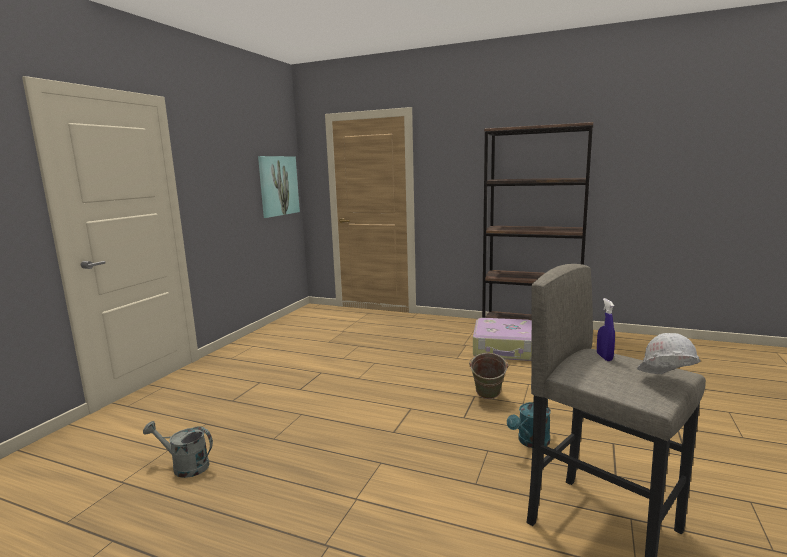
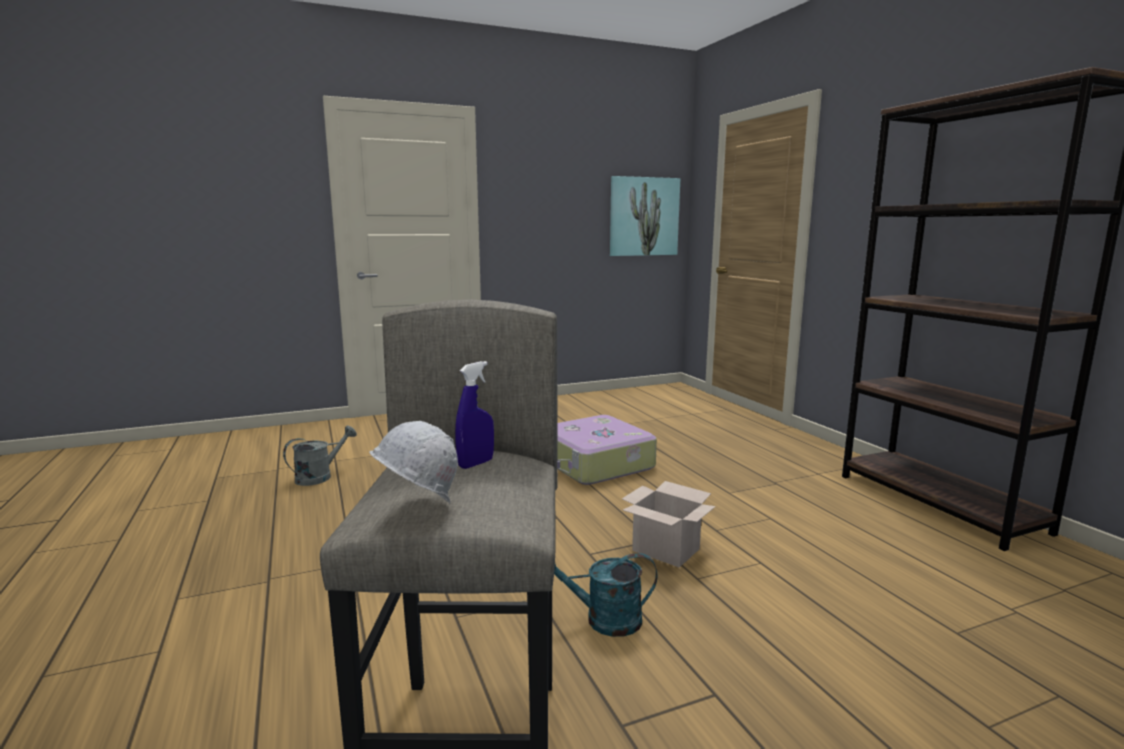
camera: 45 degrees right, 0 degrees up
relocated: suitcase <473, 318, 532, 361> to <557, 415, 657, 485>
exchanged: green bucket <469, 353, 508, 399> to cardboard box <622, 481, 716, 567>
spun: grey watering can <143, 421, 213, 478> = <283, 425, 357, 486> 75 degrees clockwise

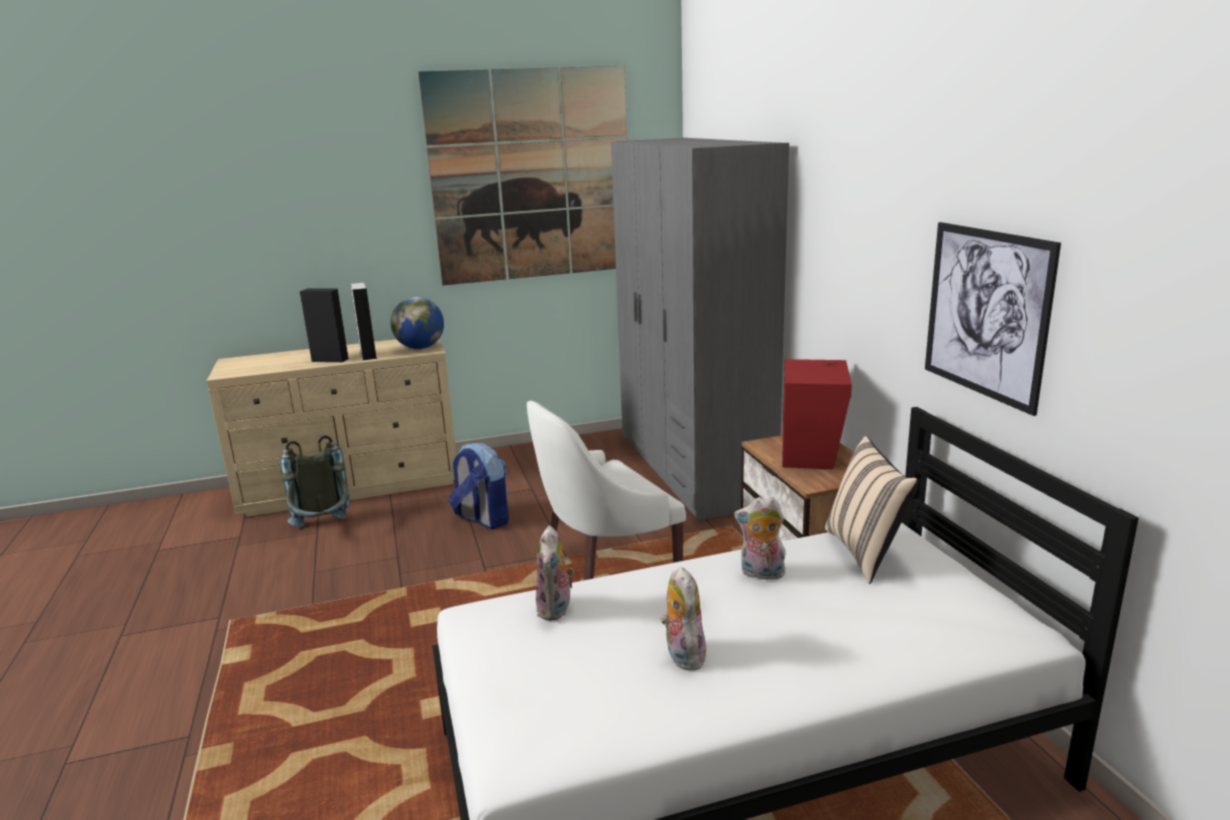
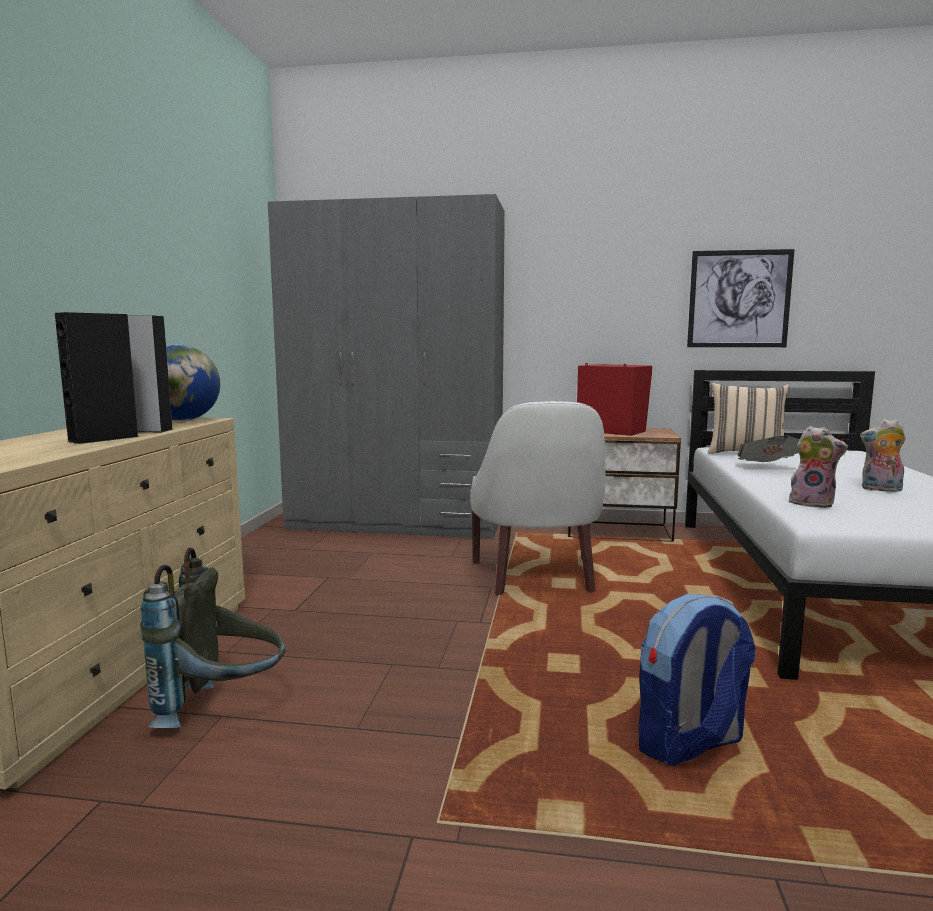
camera: 65 degrees left, 10 degrees down
missing: picture <418, 66, 627, 286>
relocated: backpack <449, 443, 509, 529> to <638, 594, 756, 766>
exchanged: plush toy <734, 497, 786, 580> to newspaper <738, 436, 800, 462>

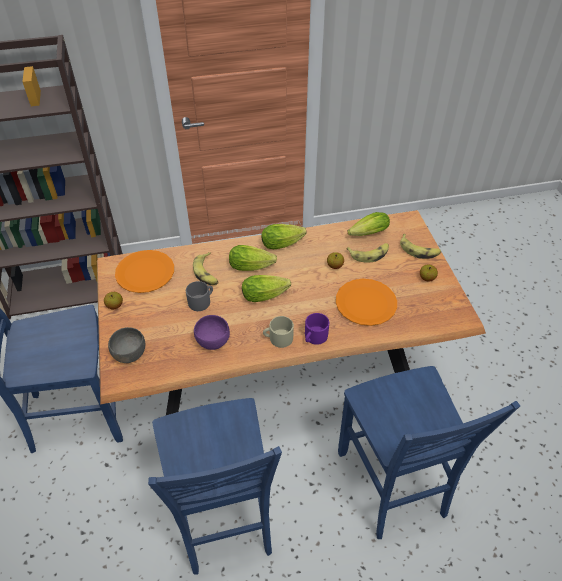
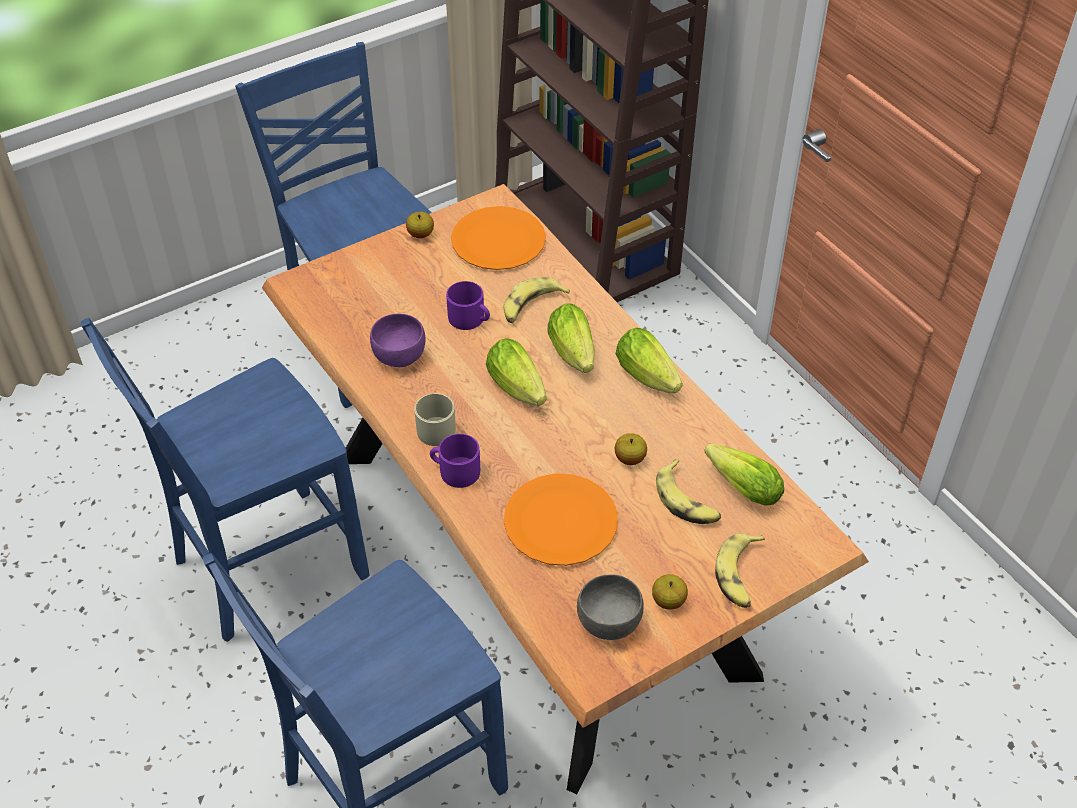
camera: 70 degrees right, 0 degrees up
relocated: grey bowl <108, 327, 146, 363> to <577, 574, 644, 640>
colour: grey mug <186, 281, 213, 311> to purple mug <446, 281, 490, 330>

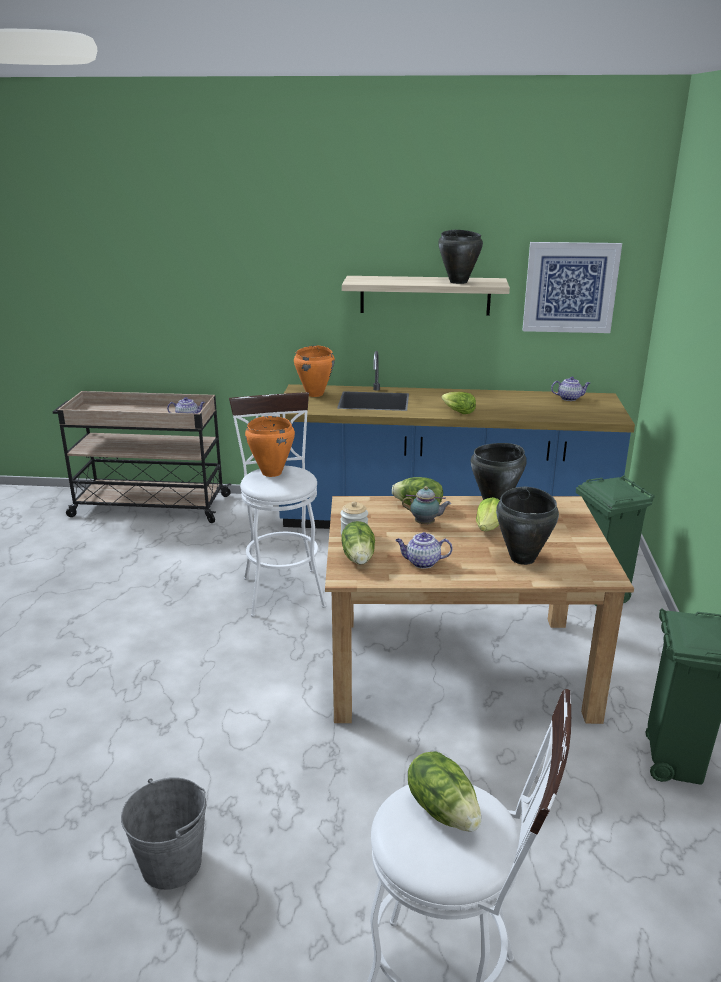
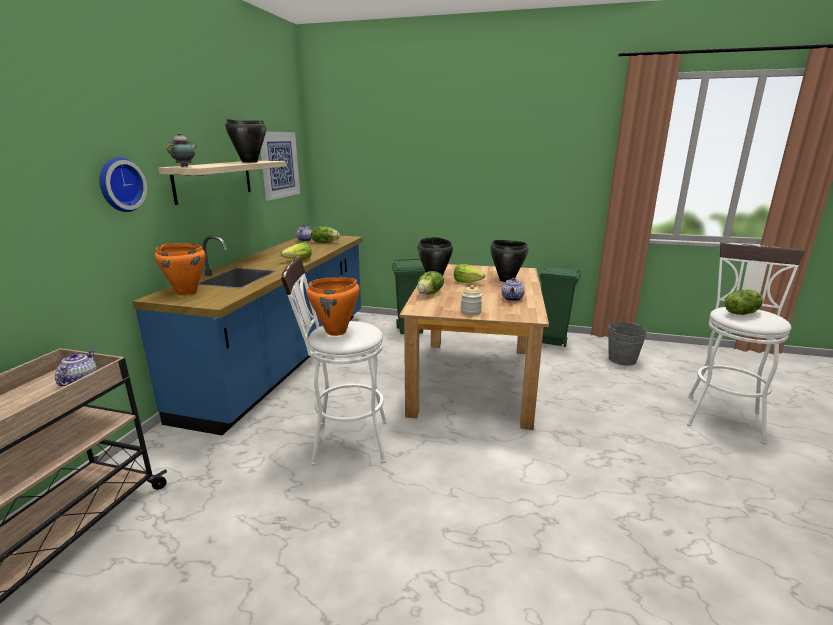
camera: 80 degrees left, 5 degrees down
appeared: wall clock <100, 157, 147, 212>
relocated: grey bucket <121, 777, 206, 890> to <608, 322, 647, 366>; lettuce <341, 521, 375, 565> to <311, 226, 340, 243>; teapot <402, 486, 451, 524> to <167, 133, 197, 167>

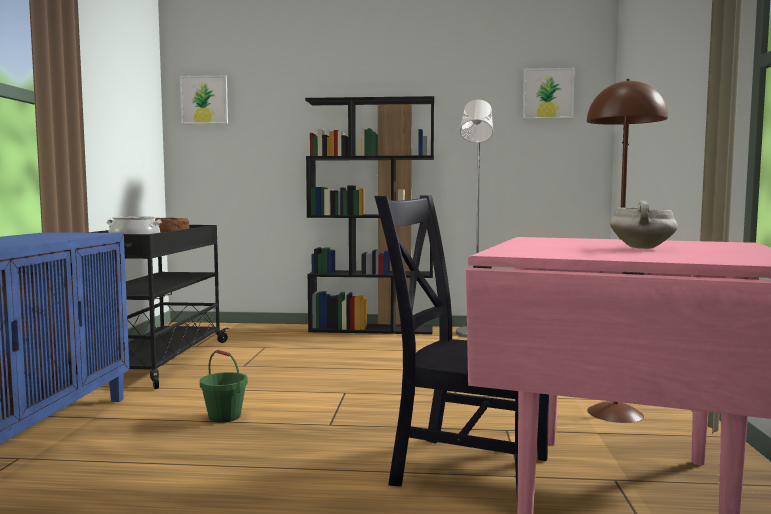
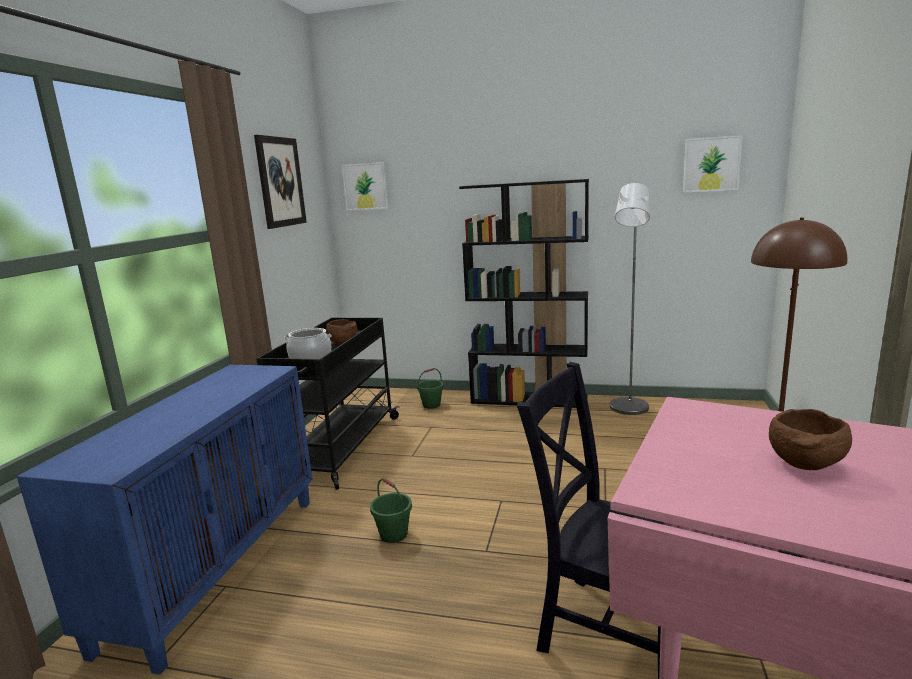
camera: 10 degrees right, 10 degrees up
appeared: picture <254, 135, 307, 229>; green bucket <417, 368, 444, 409>
exchanged: white cooking pot <610, 201, 678, 249> to brown bowl <769, 409, 852, 470>

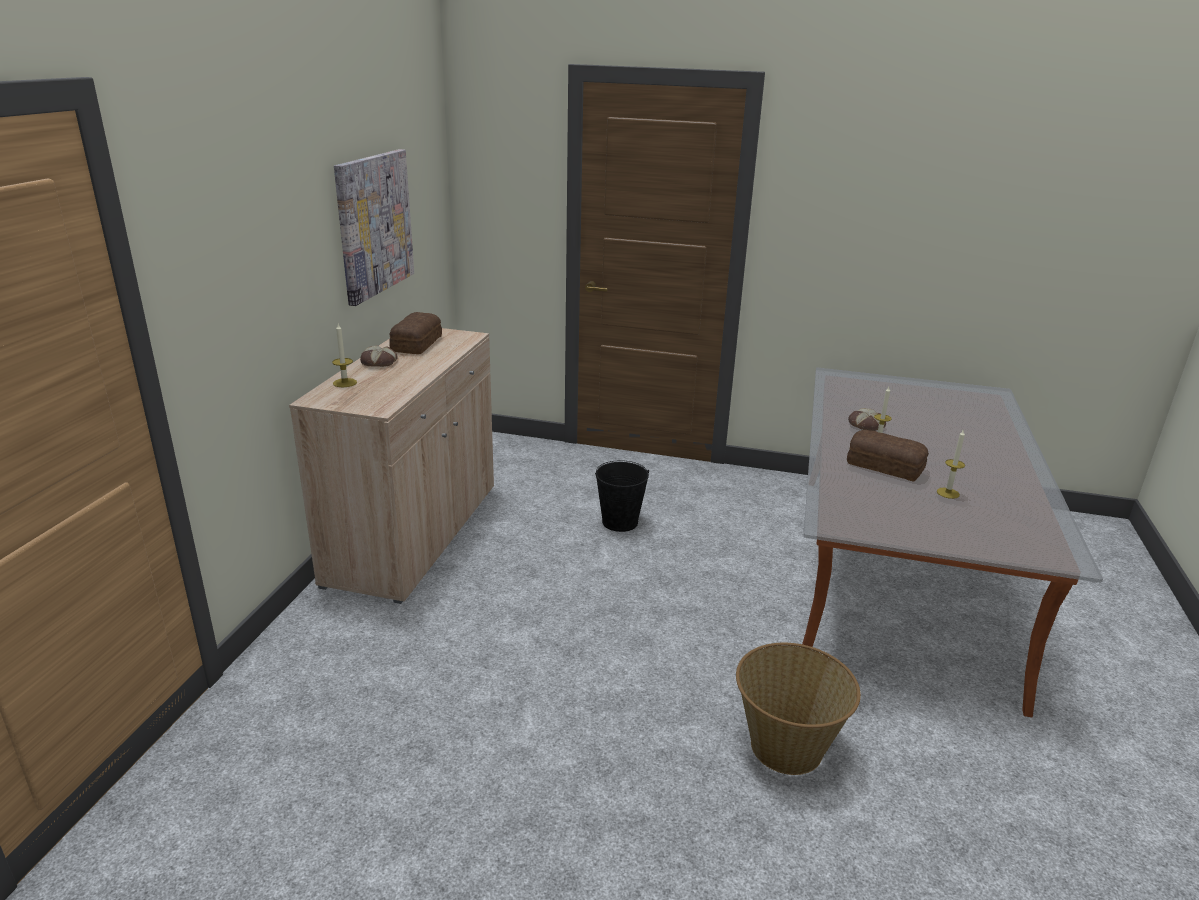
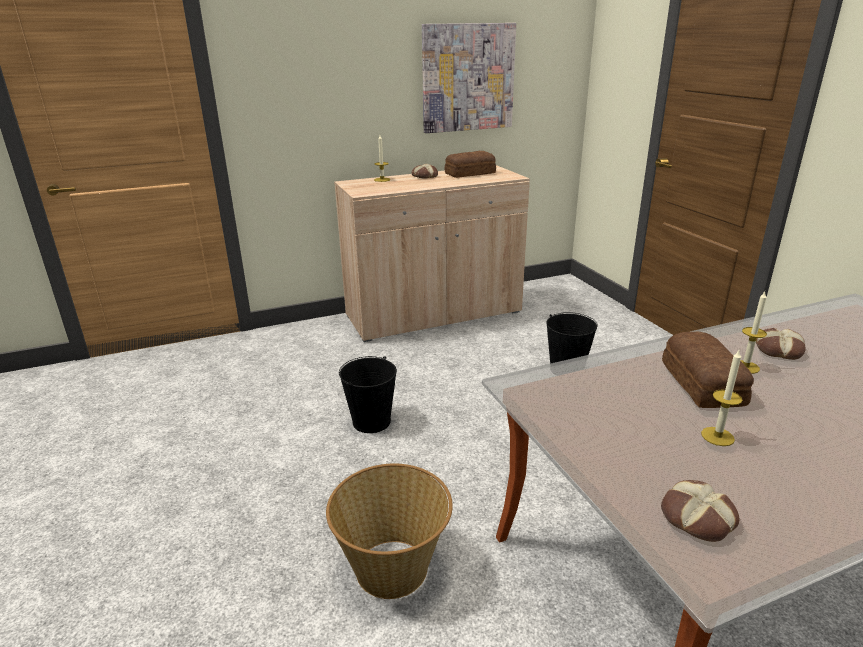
camera: 55 degrees right, 0 degrees up
appeared: black bucket <339, 356, 397, 433>; bread <661, 480, 739, 542>

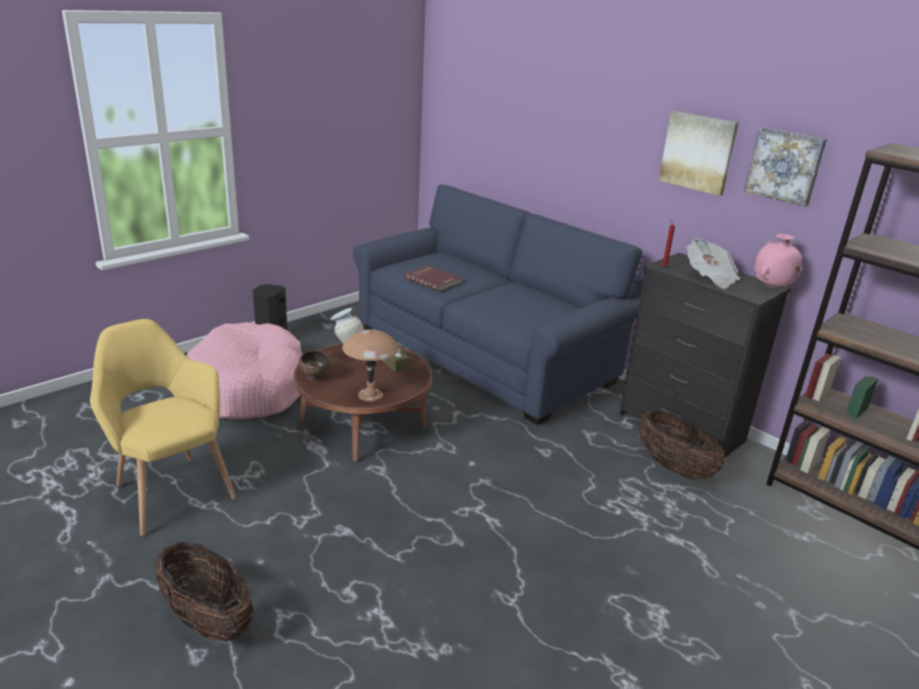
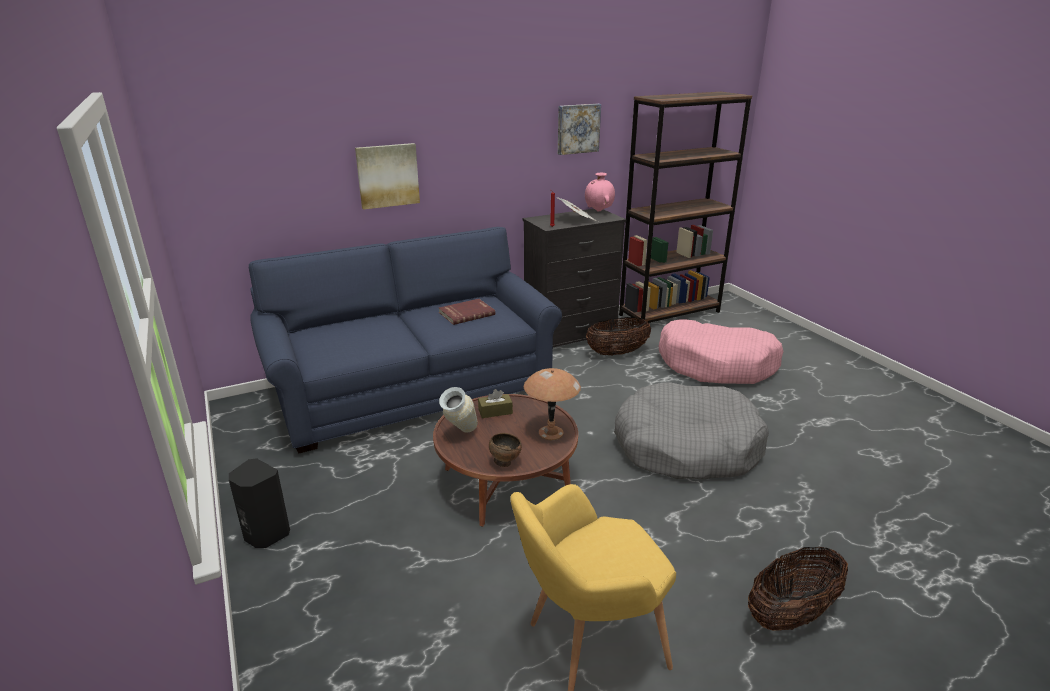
camera: 70 degrees left, 0 degrees up
appeared: grey dog bed <614, 383, 769, 480>
relocated: pink dog bed <187, 322, 302, 419> to <658, 319, 783, 384>; red book <404, 265, 462, 292> to <439, 299, 495, 325>; picture <659, 111, 739, 196> to <355, 143, 420, 210>

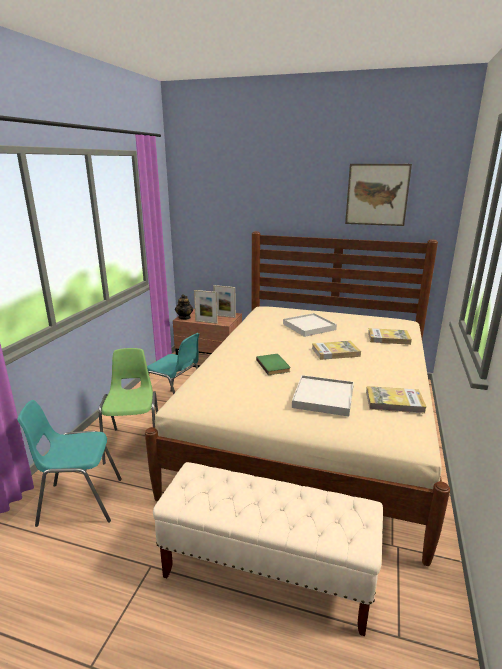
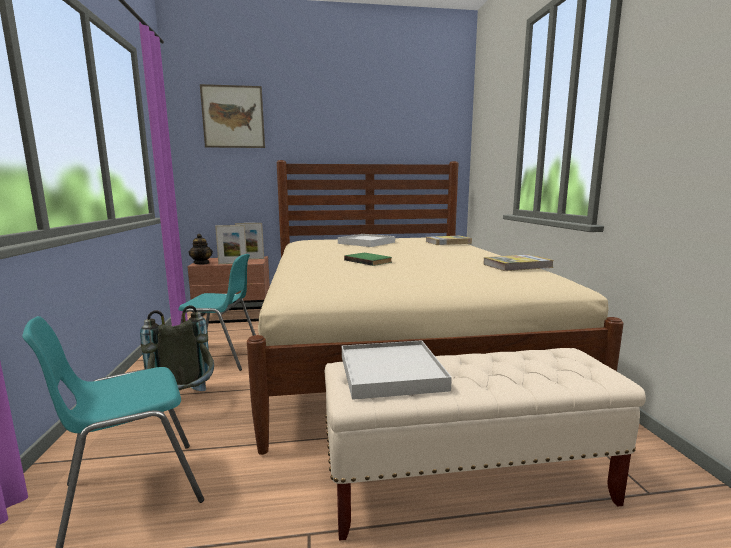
camera: 25 degrees left, 10 degrees down
missing: book <312, 341, 361, 360>
relocated: white tray <292, 375, 354, 416> to <342, 340, 452, 400>; picture <345, 164, 412, 226> to <200, 84, 265, 148>
exchanged: green chair <99, 348, 158, 464> to grey backpack <140, 305, 214, 391>

